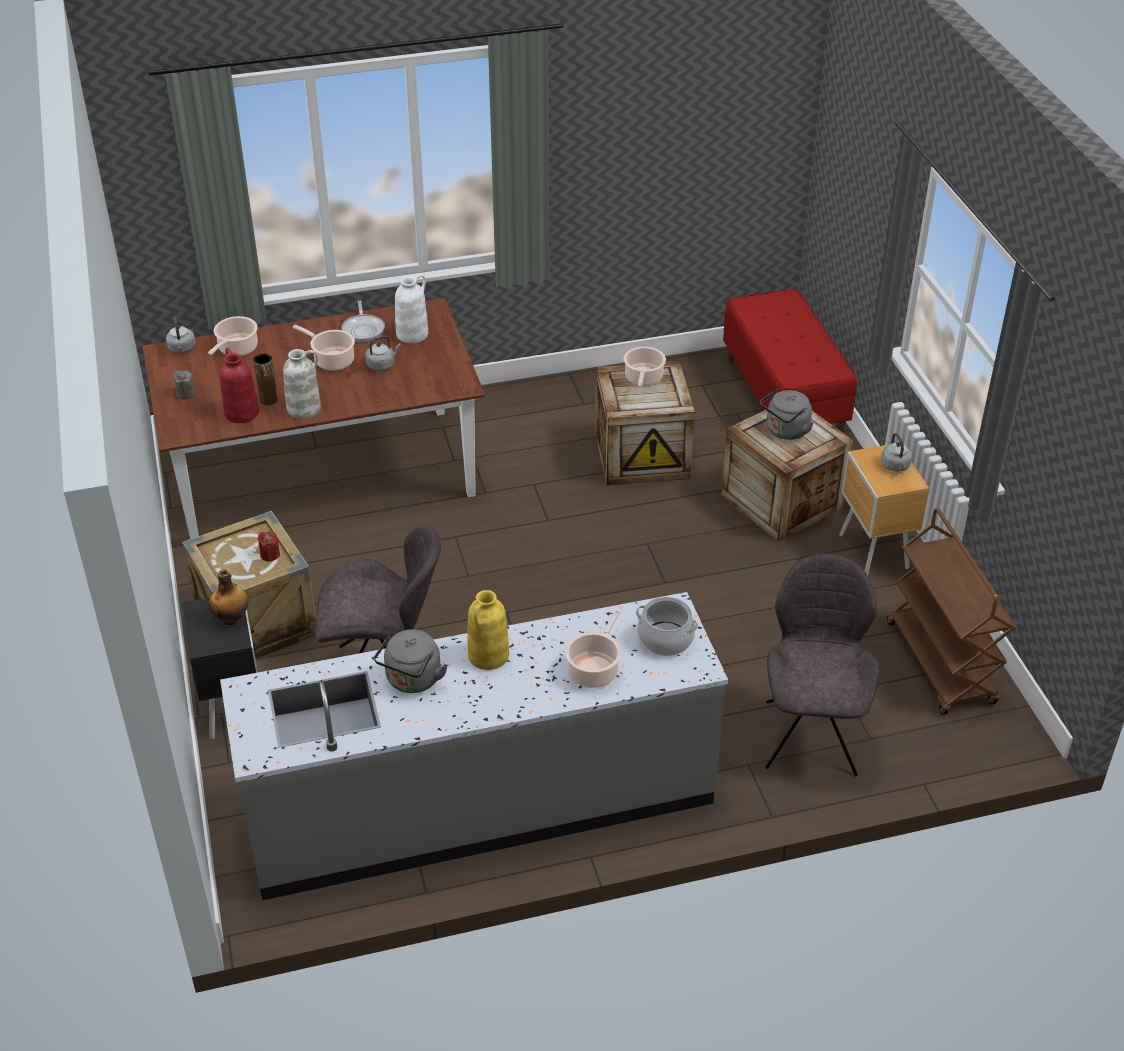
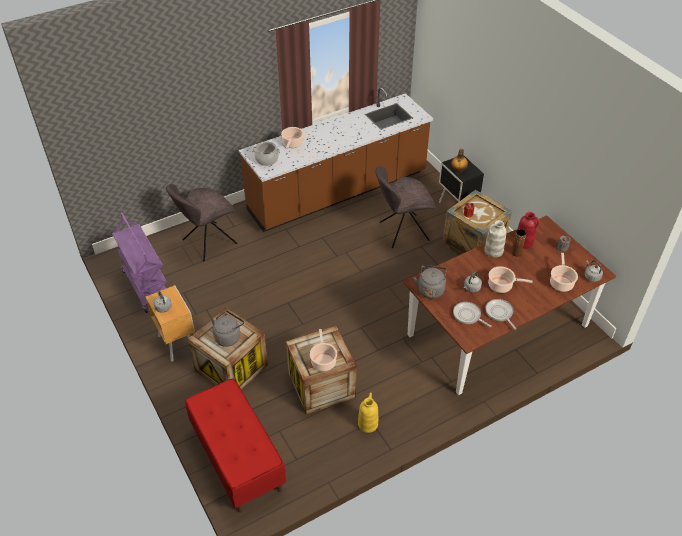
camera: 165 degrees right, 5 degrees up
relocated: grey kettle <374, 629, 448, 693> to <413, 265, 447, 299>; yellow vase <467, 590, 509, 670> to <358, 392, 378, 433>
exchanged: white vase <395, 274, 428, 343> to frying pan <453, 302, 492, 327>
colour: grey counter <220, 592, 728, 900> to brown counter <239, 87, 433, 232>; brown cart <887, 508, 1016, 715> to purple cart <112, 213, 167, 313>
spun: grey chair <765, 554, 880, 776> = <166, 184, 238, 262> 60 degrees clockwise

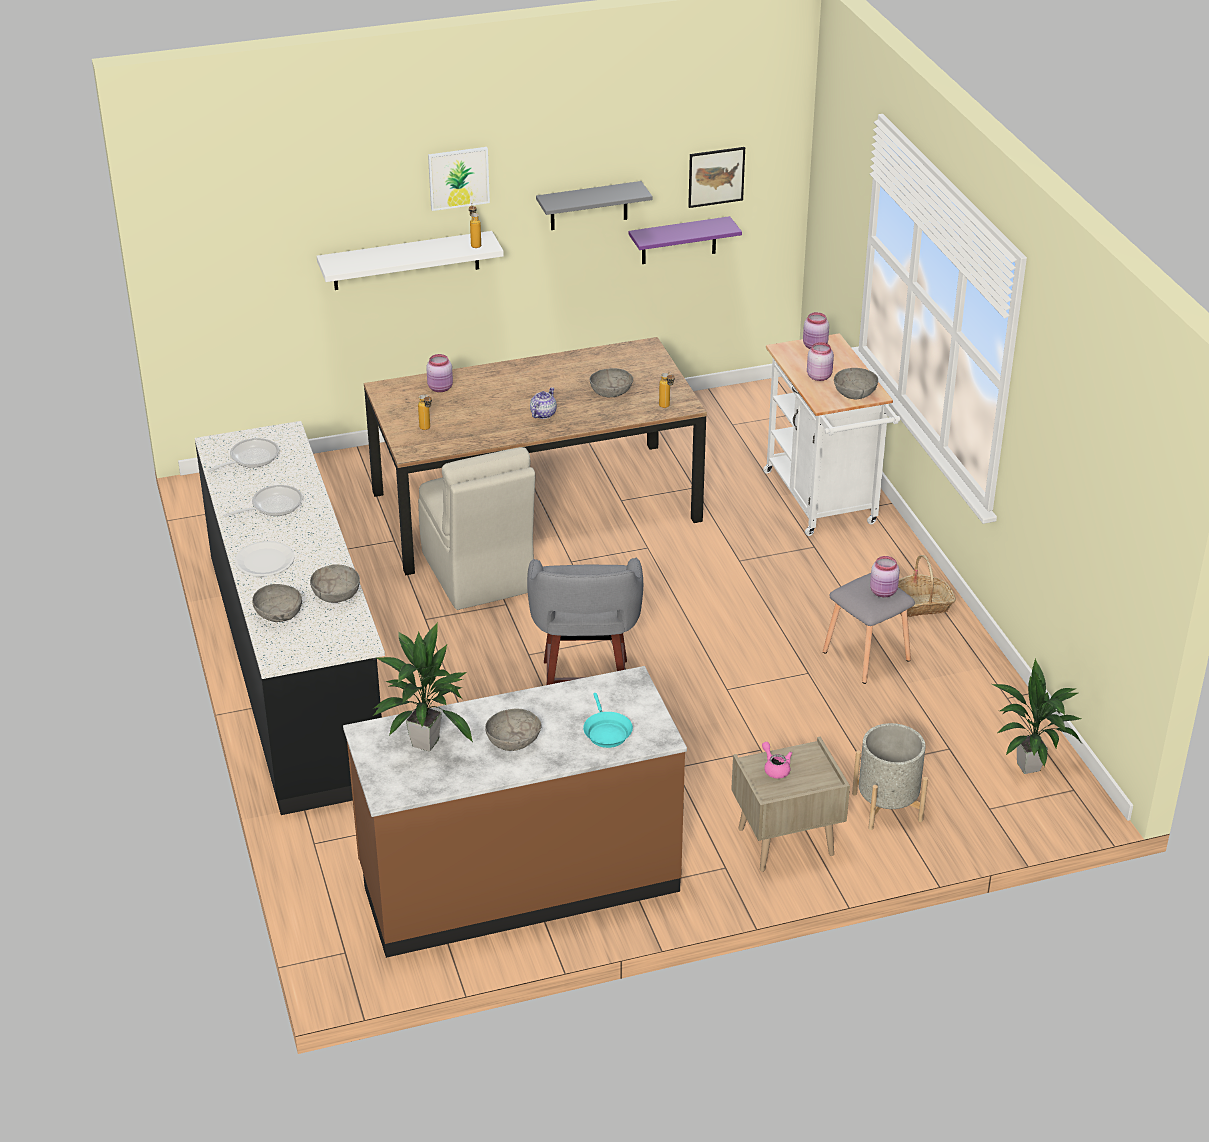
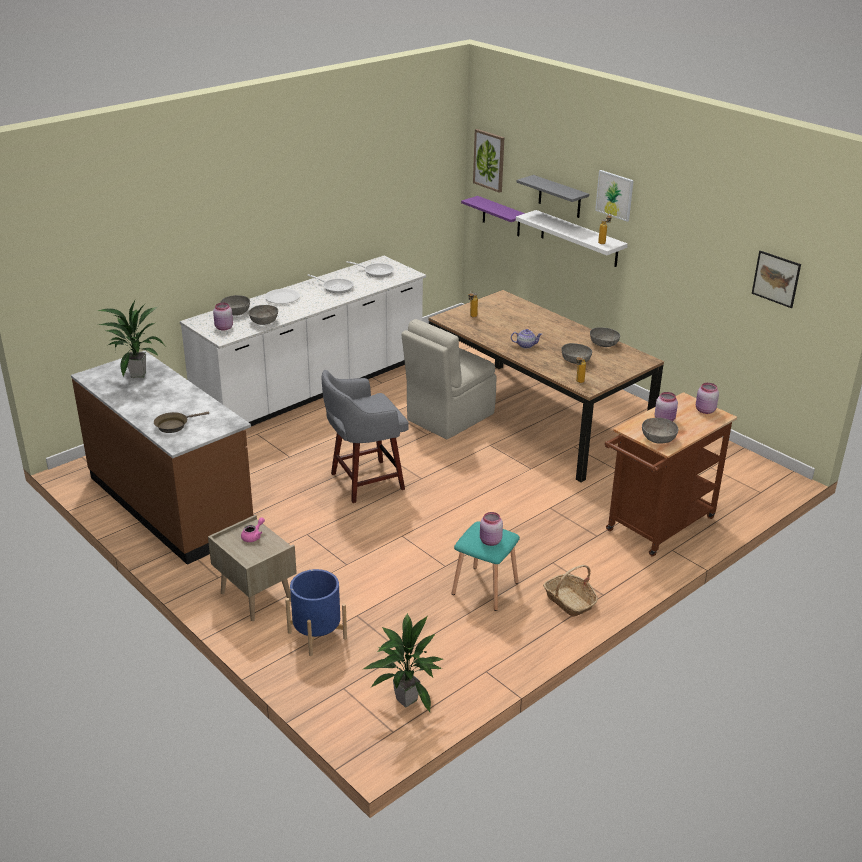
camera: 65 degrees right, 5 degrees down
appeared: picture <473, 129, 504, 193>
relocated: pink jar <426, 354, 453, 392> to <213, 303, 233, 331>; grey bowl <485, 709, 541, 751> to <590, 327, 620, 347>; grey shelf <536, 181, 653, 230> to <517, 175, 589, 218>; purple shelf <628, 216, 742, 264> to <461, 196, 525, 237>
colour: black counter <195, 421, 385, 815> to white counter <180, 256, 426, 426>; turquoise frying pan <583, 693, 633, 748> to brown frying pan <154, 412, 209, 433>; white cart <763, 333, 900, 536> to brown cart <605, 392, 737, 557>; grey stool <823, 573, 915, 684> to turquoise stool <452, 521, 520, 611>; grey planter <852, 723, 928, 830> to blue planter <285, 569, 347, 656>

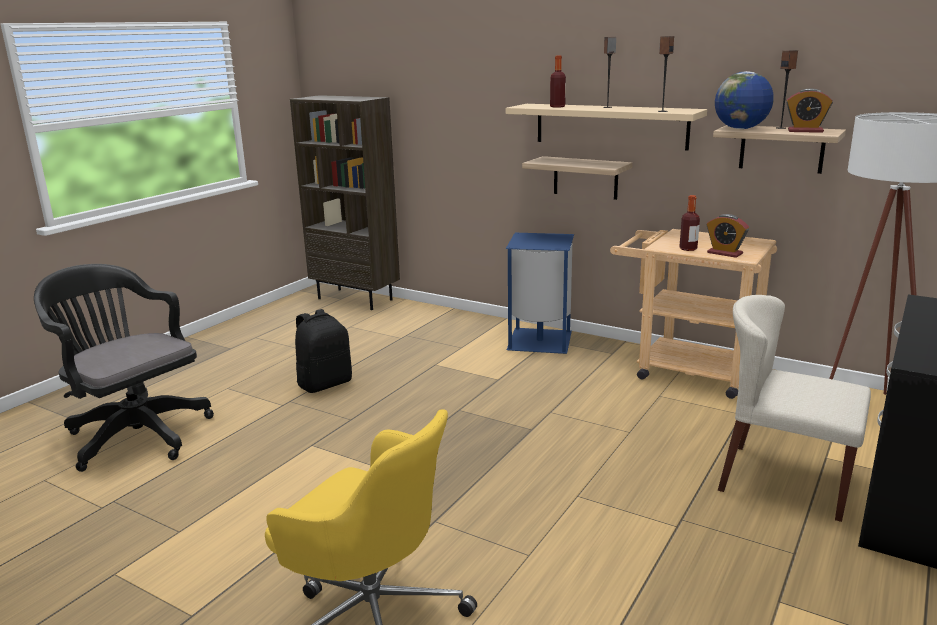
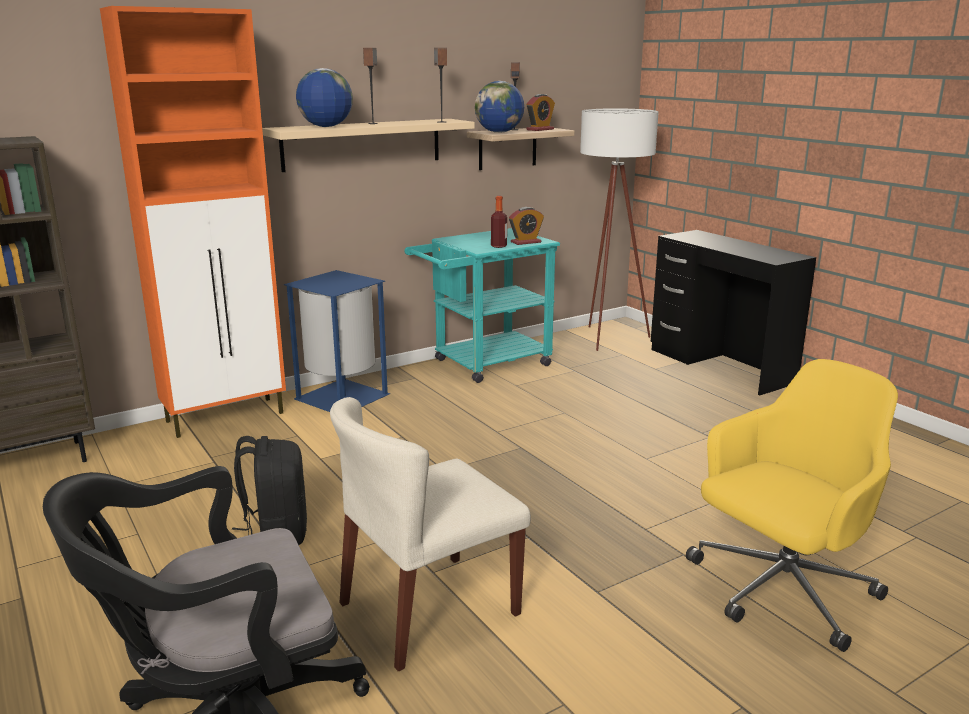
camera: 65 degrees left, 0 degrees up
missing: shelf <522, 156, 633, 200>
appeared: orange cabinet <100, 6, 286, 438>
relocated: beige chair <718, 295, 871, 522> to <330, 397, 531, 672>
exchanged: bottle <550, 55, 566, 108> to globe <296, 68, 353, 127>
colour: beige cart <610, 229, 777, 399> to turquoise cart <405, 228, 560, 383>

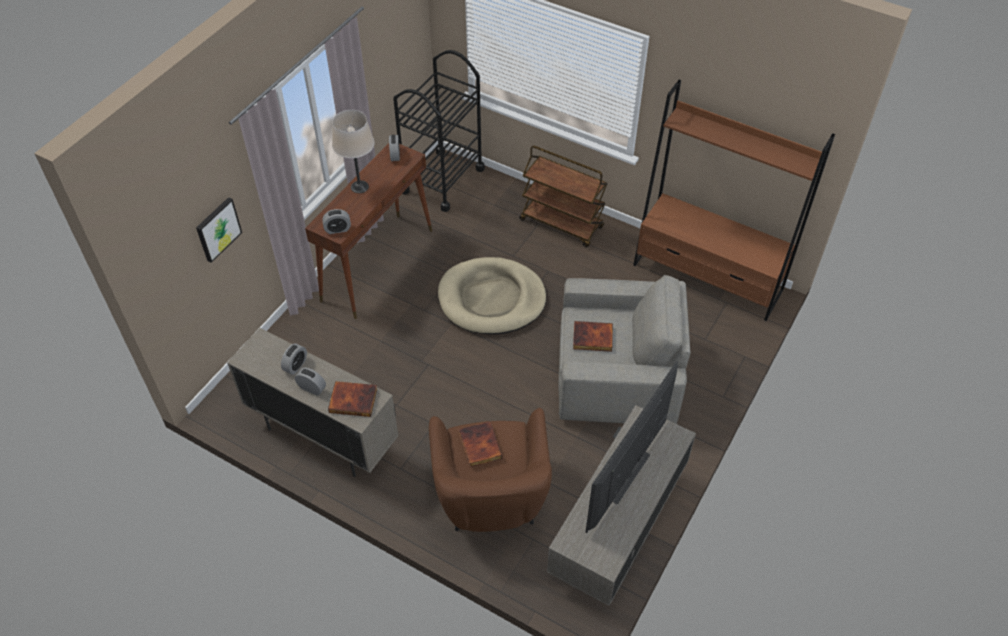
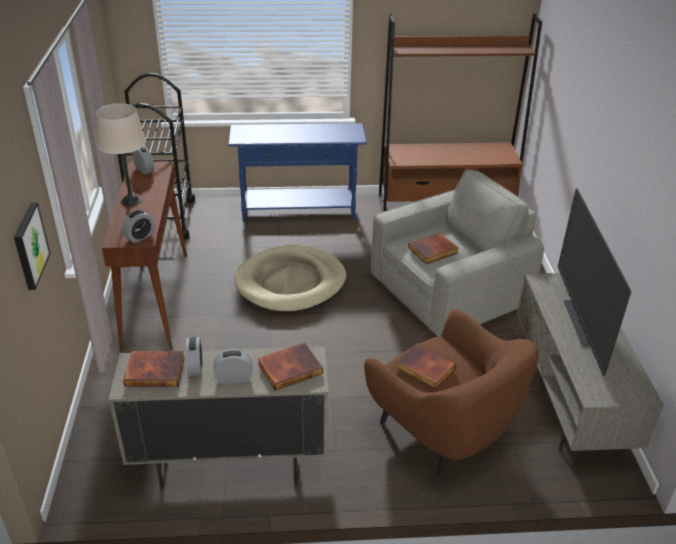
camera: 35 degrees left, 15 degrees down
appeared: book <123, 351, 185, 387>
exchanged: brown cart <519, 146, 608, 247> to blue console table <228, 123, 367, 223>

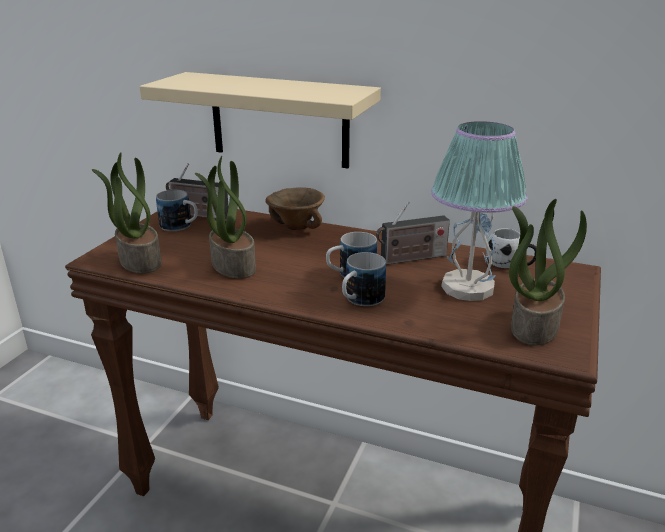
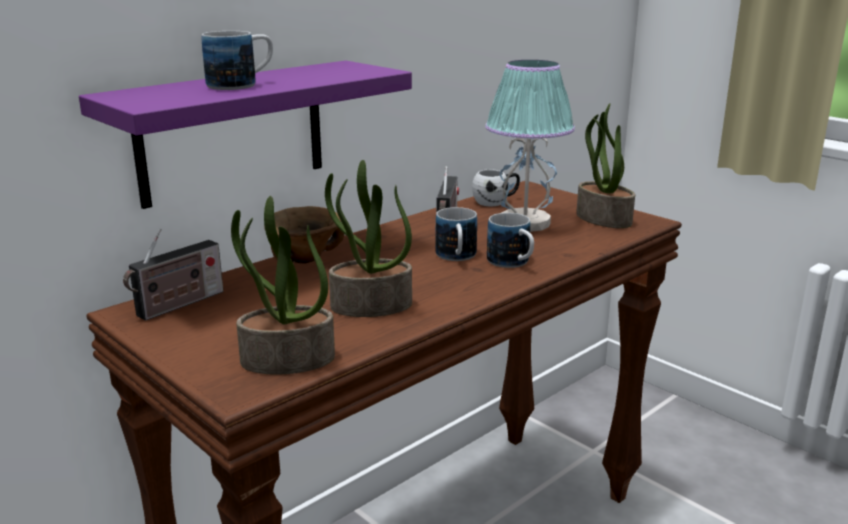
camera: 65 degrees left, 5 degrees down
relocated: mug <156, 190, 198, 231> to <201, 31, 273, 90>
colour: beige shelf <139, 72, 381, 168> to purple shelf <79, 61, 412, 209>

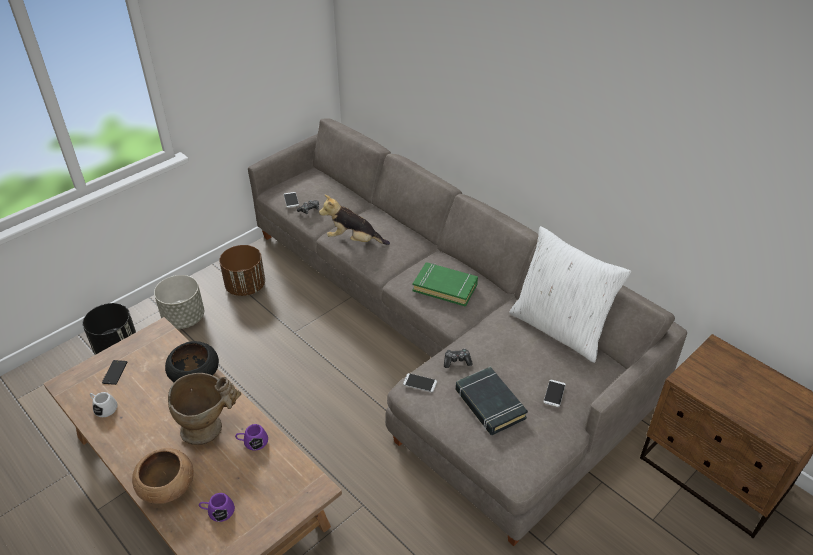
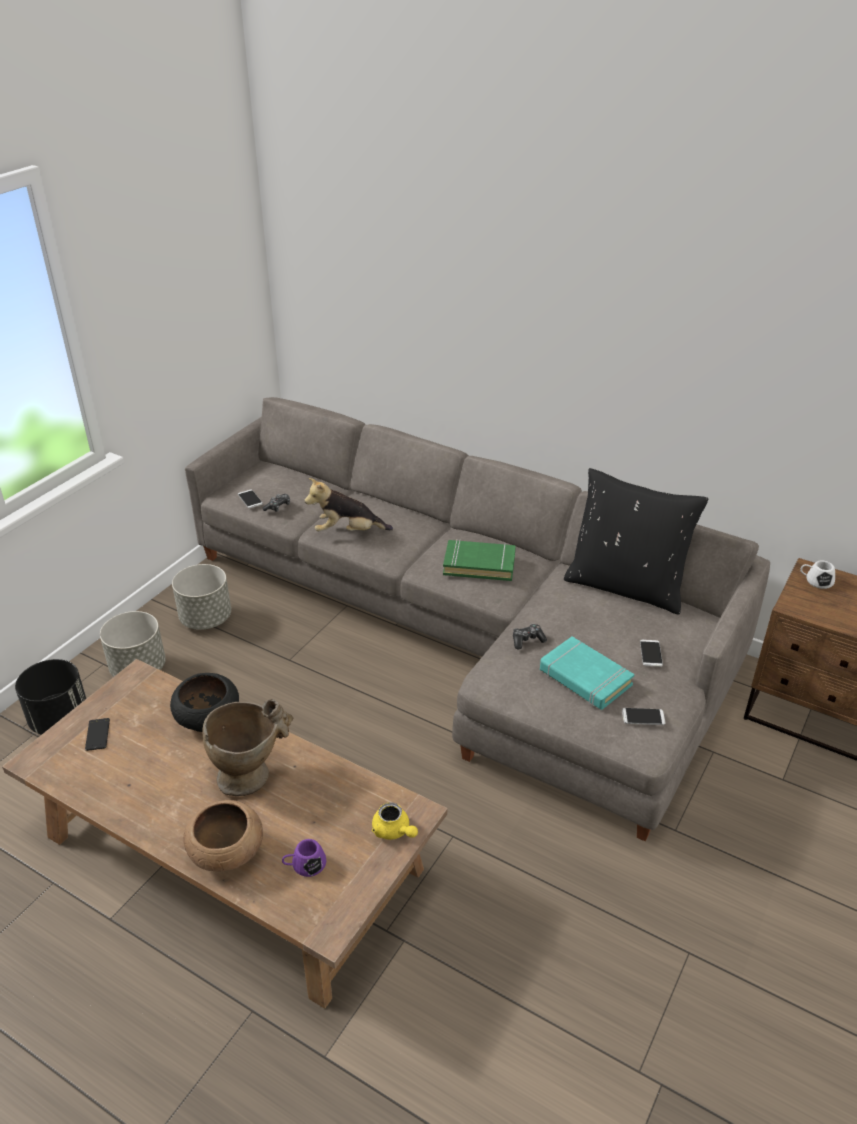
camera: 15 degrees left, 5 degrees down
missing: purple mug <235, 424, 268, 451>
appeared: yellow teapot <372, 802, 418, 840>
relocated: white mug <90, 392, 118, 417> to <800, 560, 835, 589>; phone <403, 373, 437, 392> to <622, 708, 665, 725>
colour: brown planter <219, 245, 265, 296> to grey planter <172, 564, 231, 630>; black book <455, 367, 528, 435> to turquoise book <540, 636, 635, 710>; white pillow <509, 226, 631, 363> to black pillow <564, 468, 708, 615>

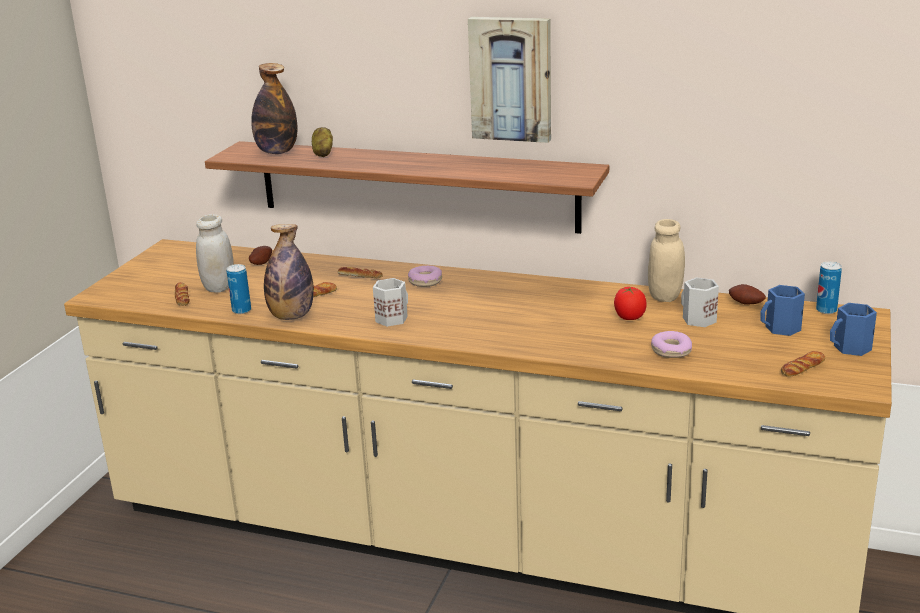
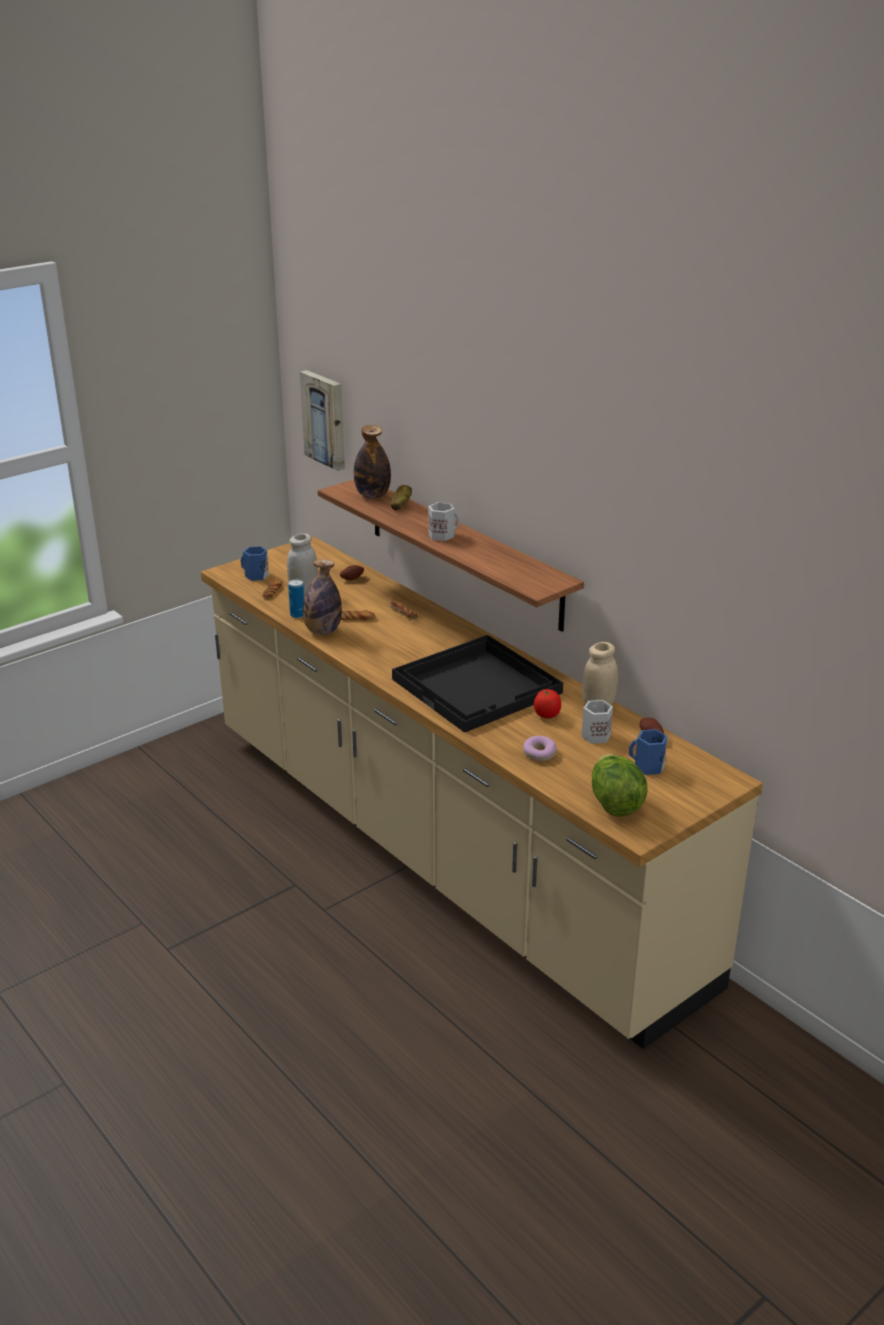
camera: 30 degrees right, 5 degrees up
missing: donut <408, 266, 442, 287>; can <816, 262, 842, 314>
appeared: black tray <392, 635, 563, 733>
relocated: white mug <373, 278, 408, 327> to <428, 502, 460, 541>; picture <468, 17, 551, 143> to <300, 370, 345, 471>; blue mug <830, 303, 877, 356> to <241, 546, 269, 581>
exchanged: bread <781, 351, 825, 377> to lettuce <592, 754, 648, 817>

